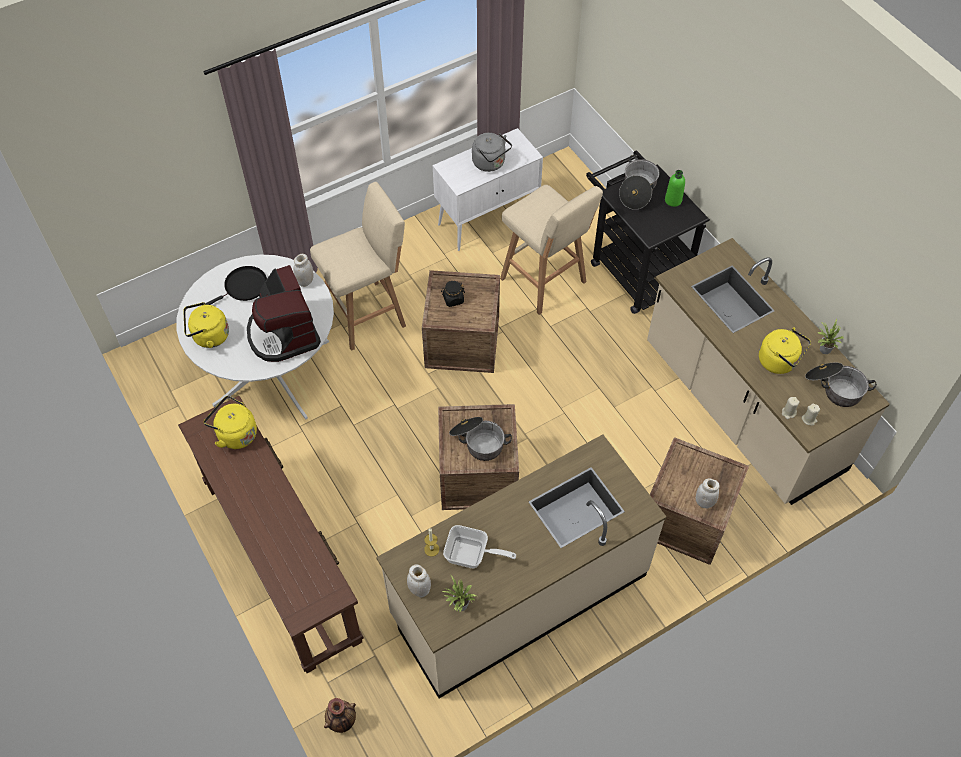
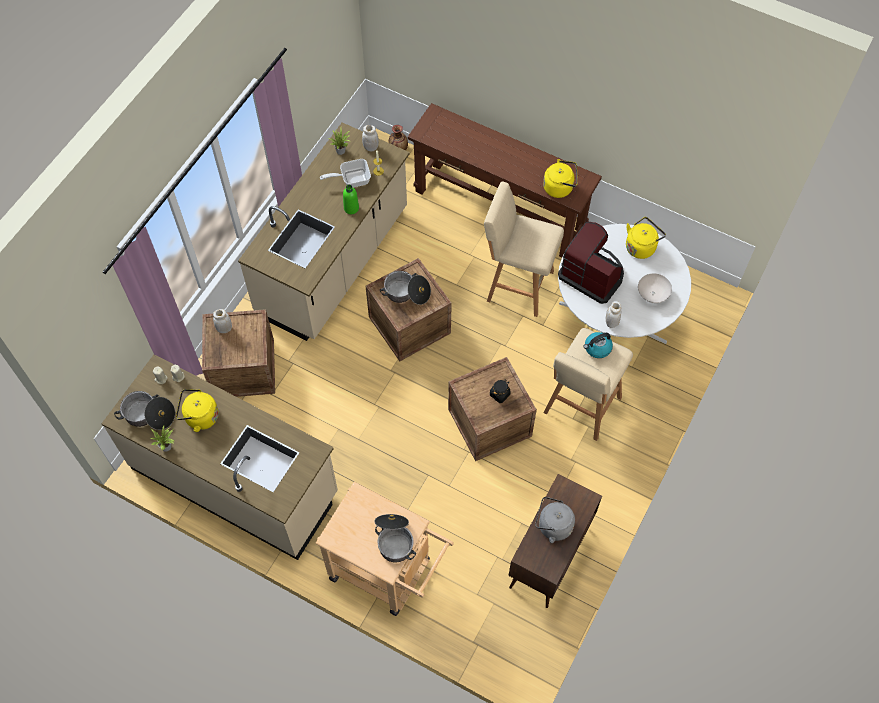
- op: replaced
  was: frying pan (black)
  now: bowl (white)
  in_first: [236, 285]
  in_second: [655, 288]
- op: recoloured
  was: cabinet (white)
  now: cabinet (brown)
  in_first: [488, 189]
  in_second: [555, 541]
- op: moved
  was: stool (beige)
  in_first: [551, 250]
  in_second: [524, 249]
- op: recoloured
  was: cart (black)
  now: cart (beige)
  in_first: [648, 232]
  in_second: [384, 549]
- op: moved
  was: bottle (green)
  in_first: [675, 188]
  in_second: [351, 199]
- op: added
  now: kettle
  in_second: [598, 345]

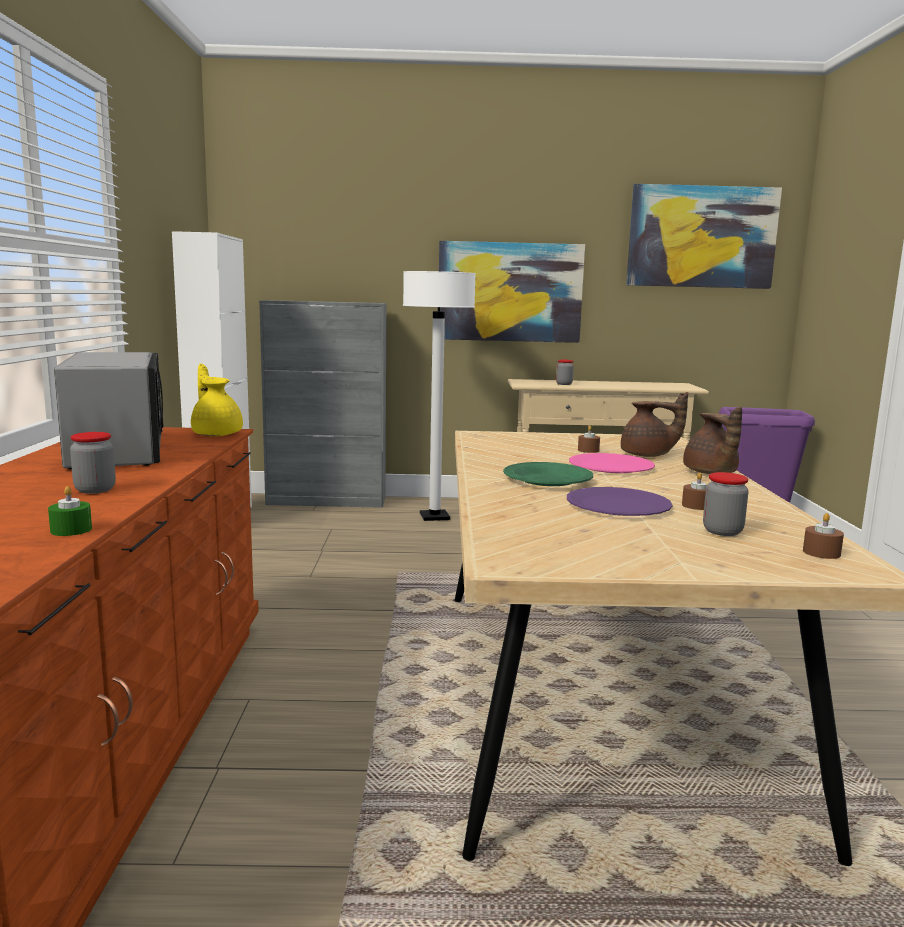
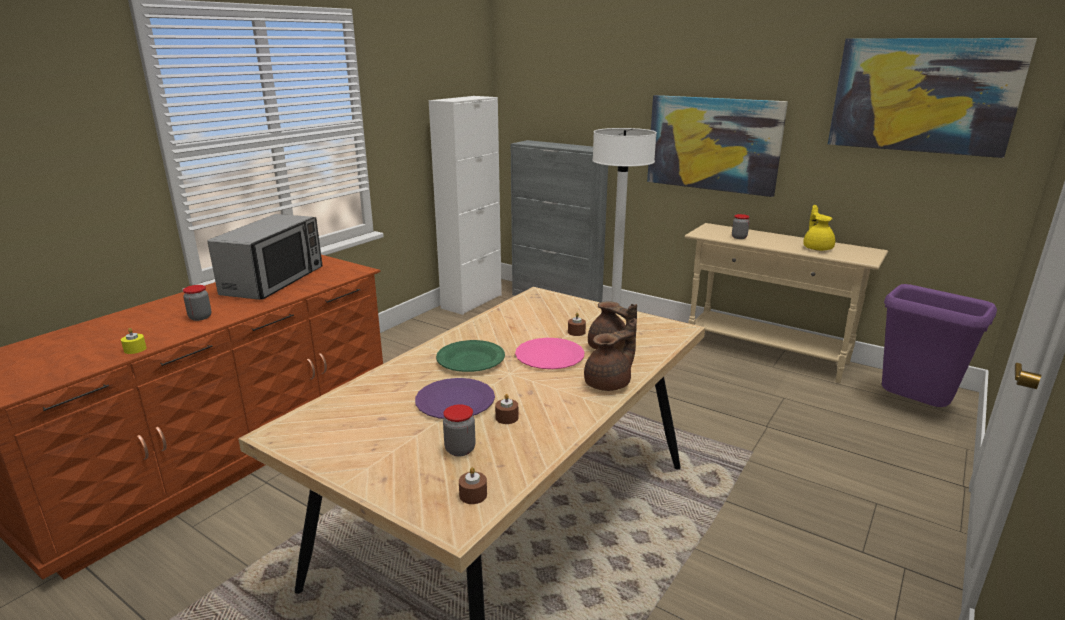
- op: recoloured
  was: candle (green)
  now: candle (yellow)
  in_first: [70, 511]
  in_second: [134, 341]
- op: moved
  was: teapot (yellow)
  in_first: [217, 400]
  in_second: [819, 228]
- op: turned
  was: teapot (brown)
  in_first: [712, 440]
  in_second: [610, 354]
  clockwise: -150

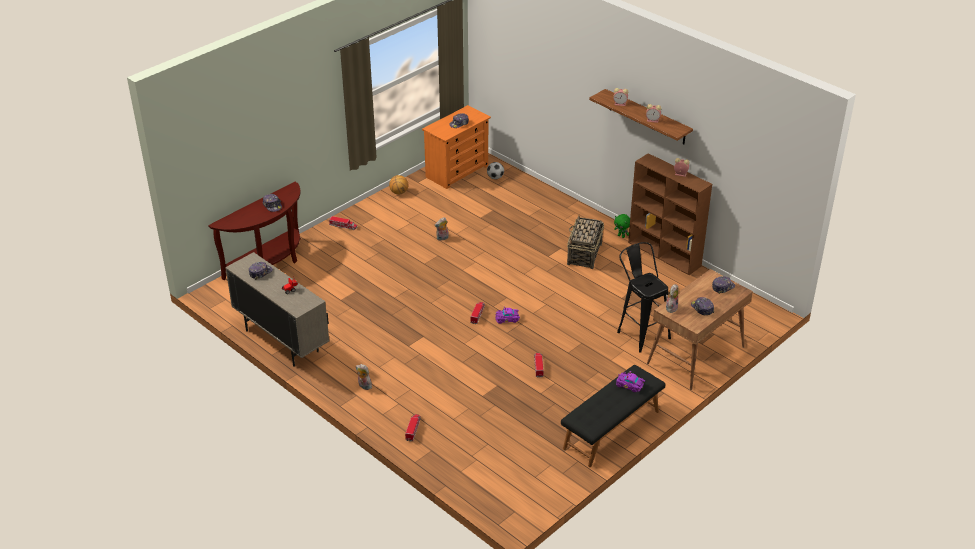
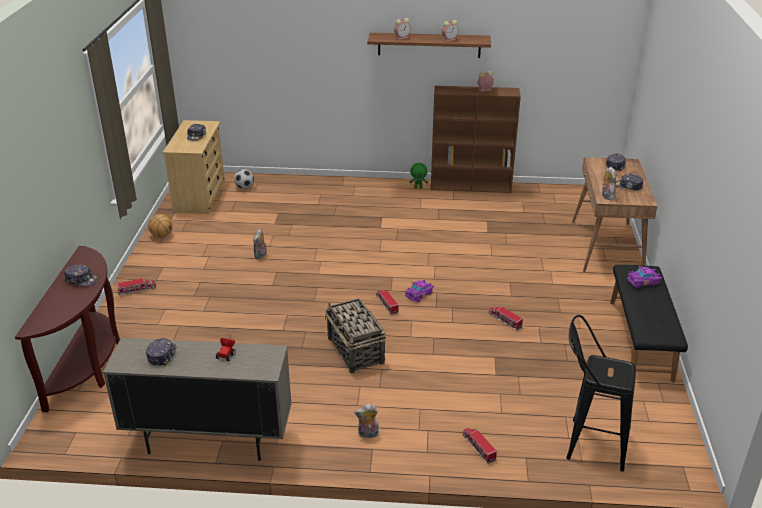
- op: recoloured
  was: dresser (orange)
  now: dresser (beige)
  in_first: [456, 147]
  in_second: [193, 167]
- op: moved
  was: basket
  in_first: [585, 242]
  in_second: [355, 336]
- op: moved
  was: stool (black)
  in_first: [644, 297]
  in_second: [601, 393]

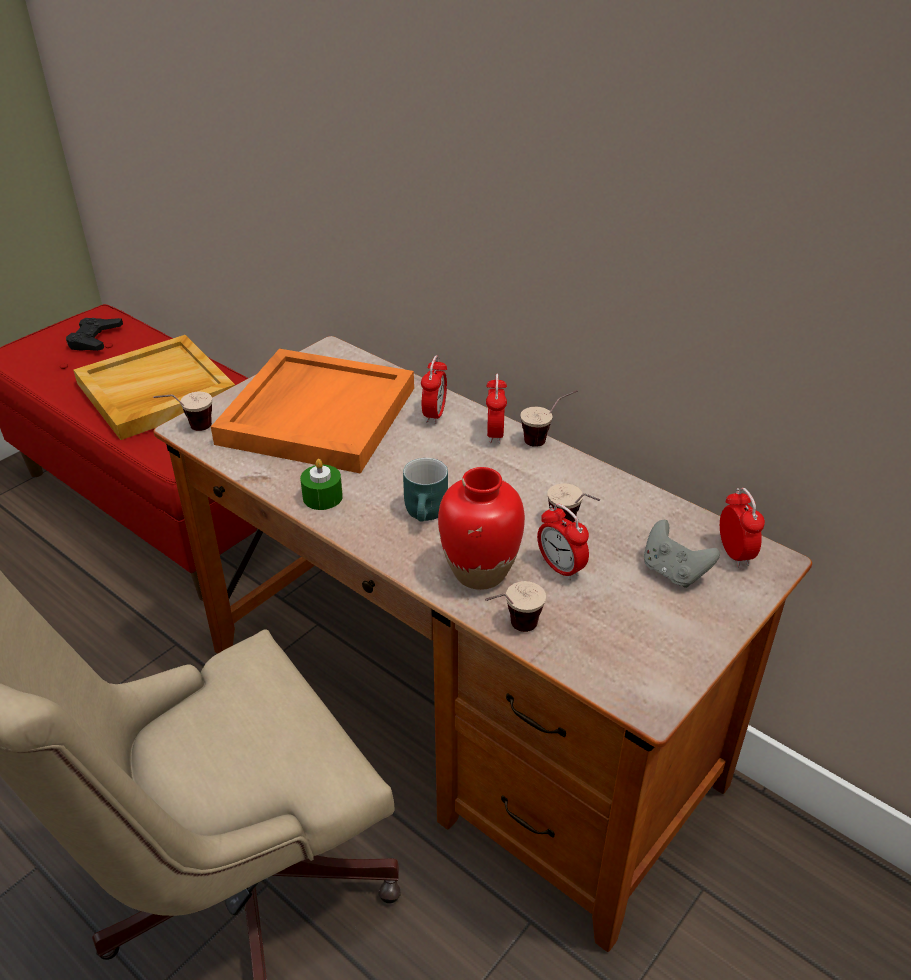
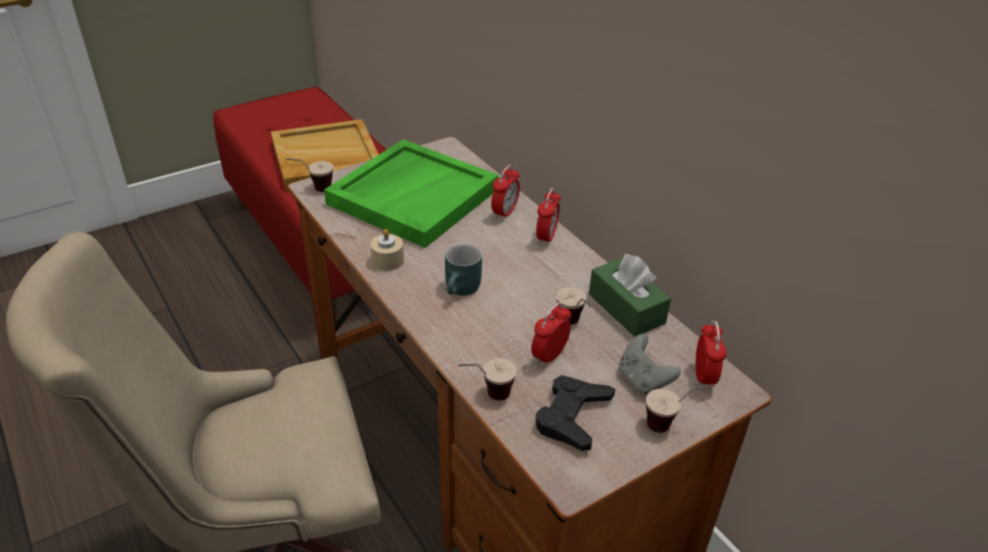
- op: moved
  was: game controller (black)
  in_first: [94, 334]
  in_second: [575, 413]
- op: recoloured
  was: tray (orange)
  now: tray (green)
  in_first: [312, 411]
  in_second: [411, 193]
- op: recoloured
  was: candle (green)
  now: candle (beige)
  in_first: [321, 484]
  in_second: [387, 250]
- op: removed
  was: vase (red)
  in_first: [481, 528]
- op: moved
  was: cup
  in_first: [549, 418]
  in_second: [680, 409]
- op: turned
  was: alarm clock
  in_first: [563, 542]
  in_second: [551, 334]
  clockwise: 60
- op: added
  now: tissue box (green)
  in_second: [630, 295]

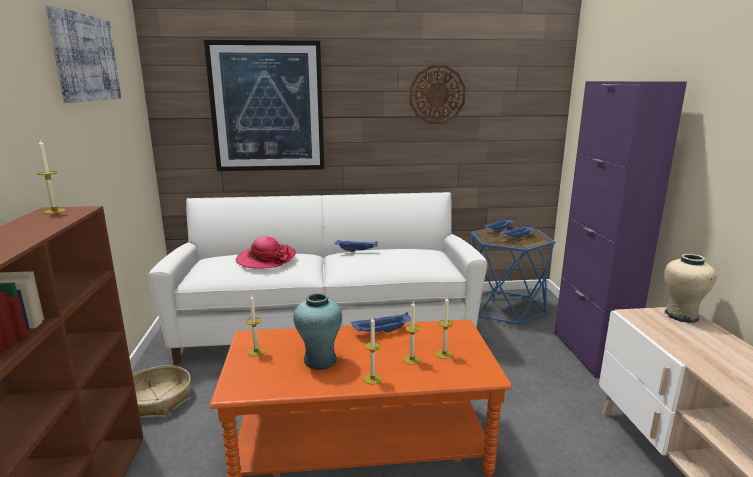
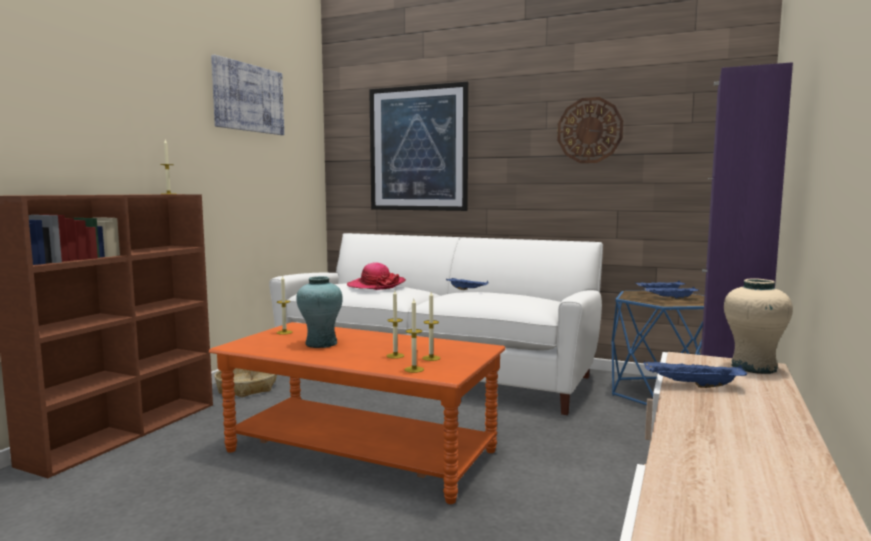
- op: moved
  was: tray (blue)
  in_first: [381, 323]
  in_second: [695, 374]
- op: moved
  was: candle
  in_first: [373, 350]
  in_second: [414, 336]

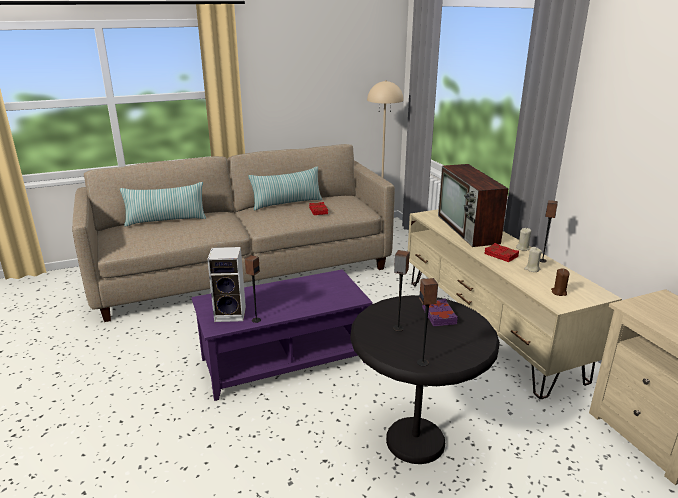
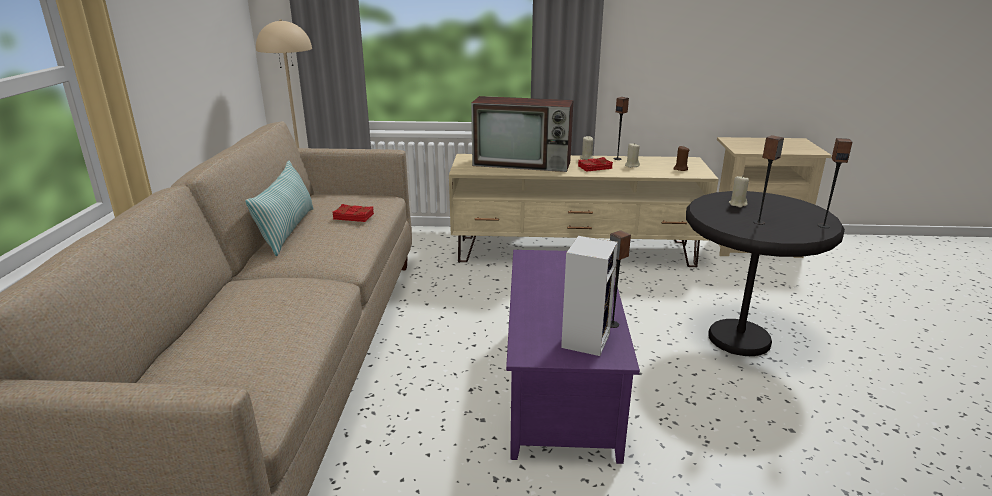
- op: removed
  was: pillow
  in_first: [163, 204]
- op: replaced
  was: book (purple)
  now: candle (beige)
  in_first: [440, 312]
  in_second: [739, 192]

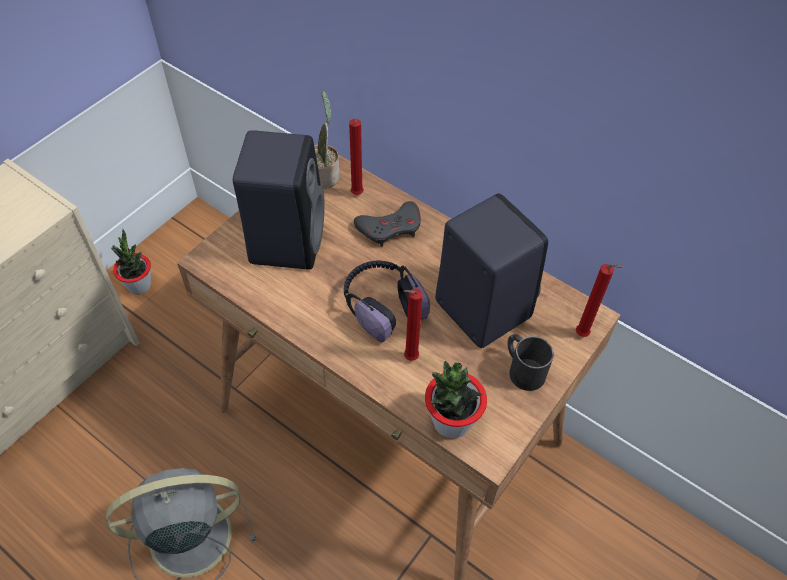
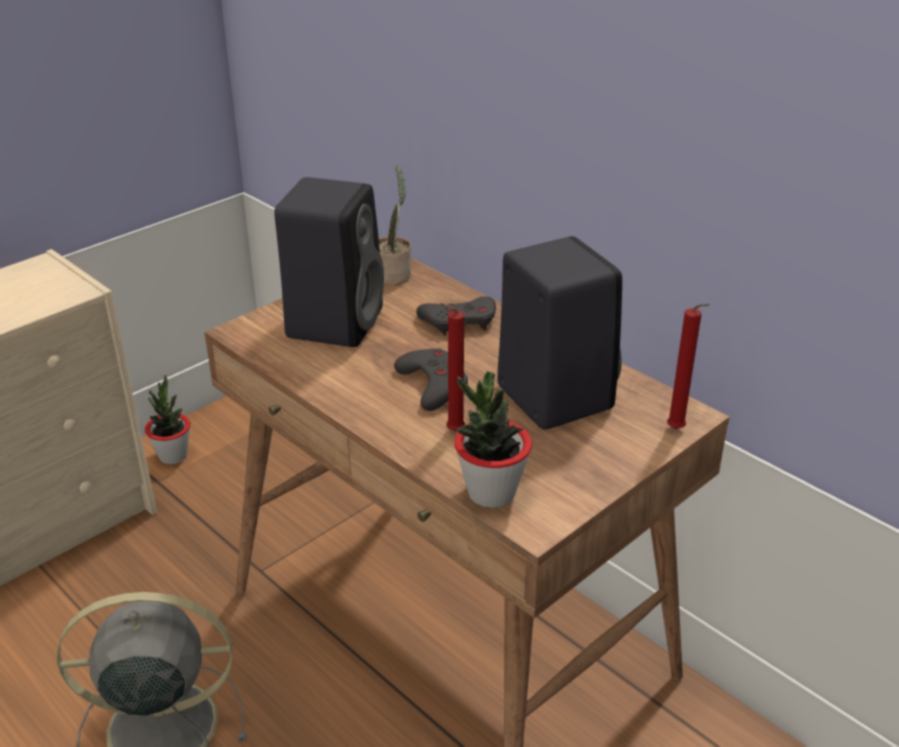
- op: replaced
  was: headphones
  now: game controller (grey)
  in_first: [387, 302]
  in_second: [431, 379]
- op: removed
  was: candle (red)
  in_first: [356, 157]
- op: removed
  was: mug (black)
  in_first: [530, 362]

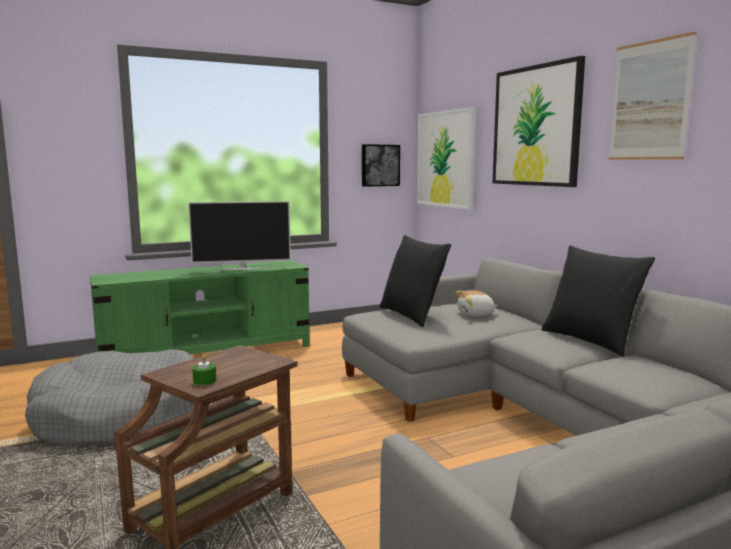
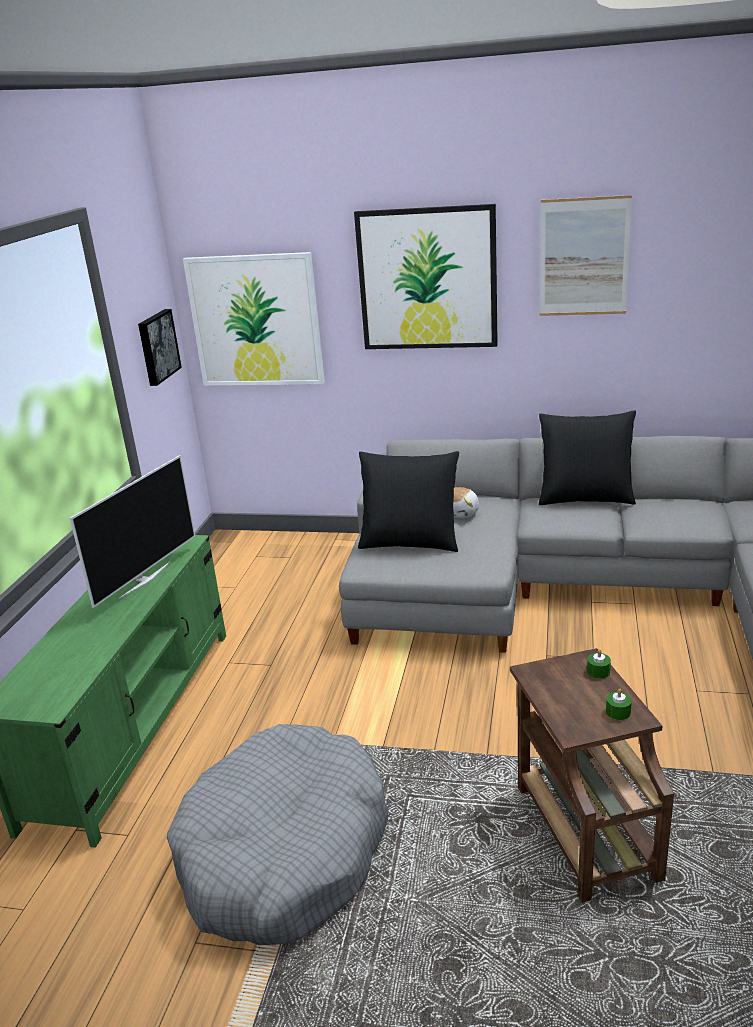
- op: added
  now: candle (green)
  in_second: [599, 664]

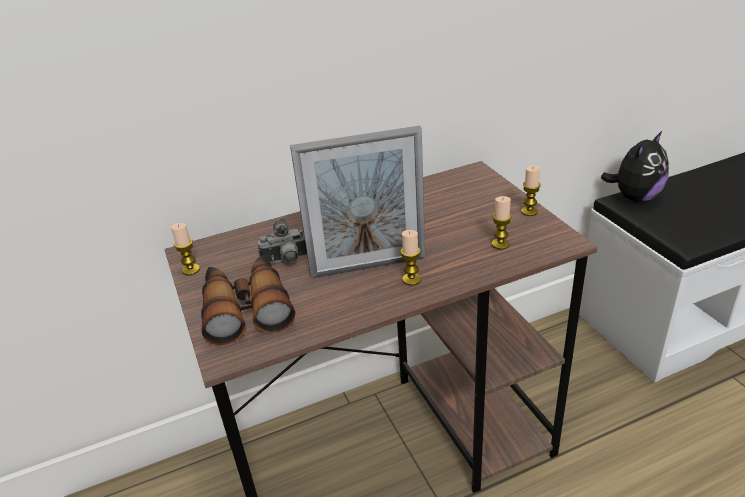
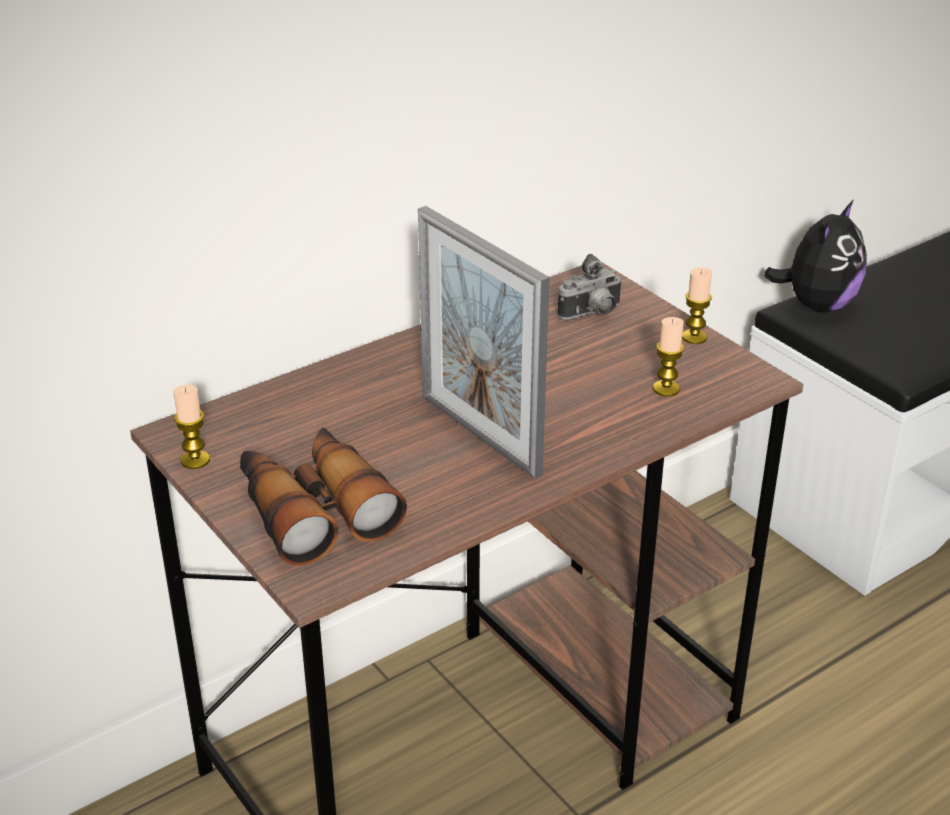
- op: moved
  was: photo camera
  in_first: [282, 240]
  in_second: [590, 287]
- op: turned
  was: picture frame
  in_first: [357, 202]
  in_second: [484, 342]
  clockwise: 75
- op: removed
  was: candle
  in_first: [411, 257]

